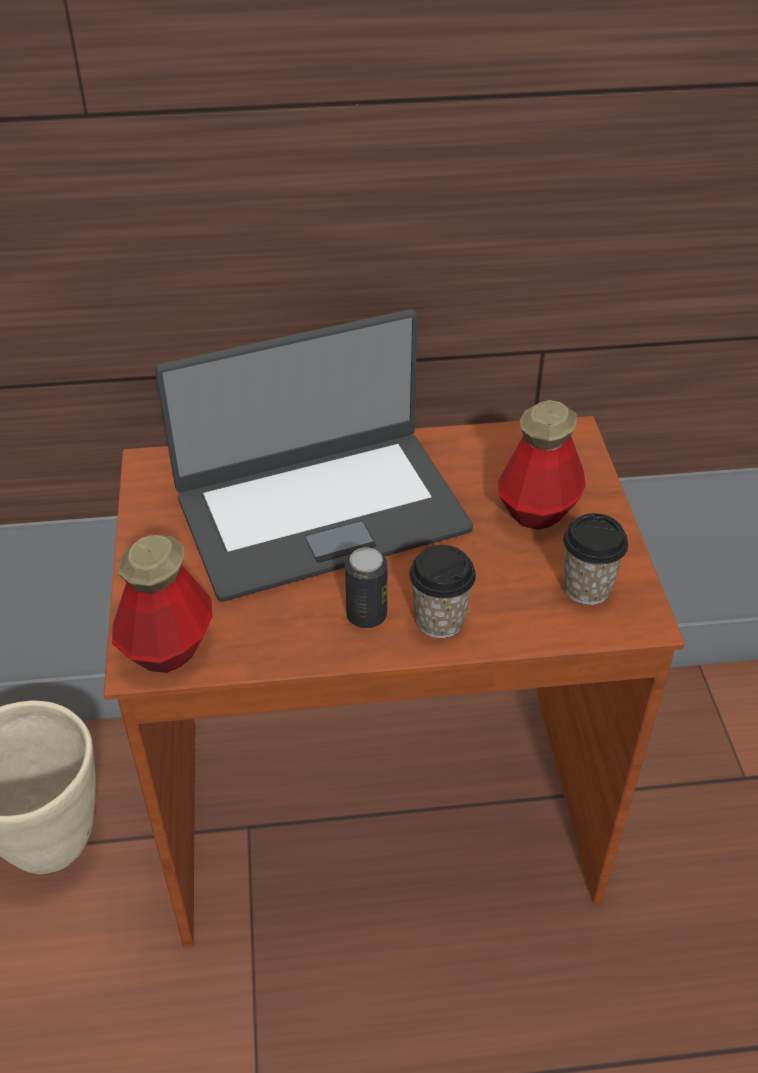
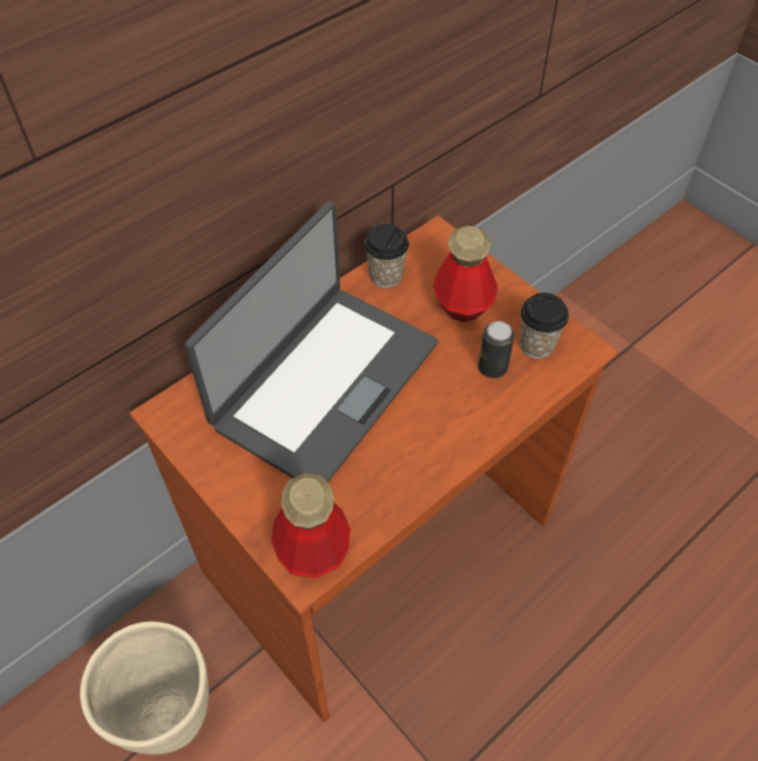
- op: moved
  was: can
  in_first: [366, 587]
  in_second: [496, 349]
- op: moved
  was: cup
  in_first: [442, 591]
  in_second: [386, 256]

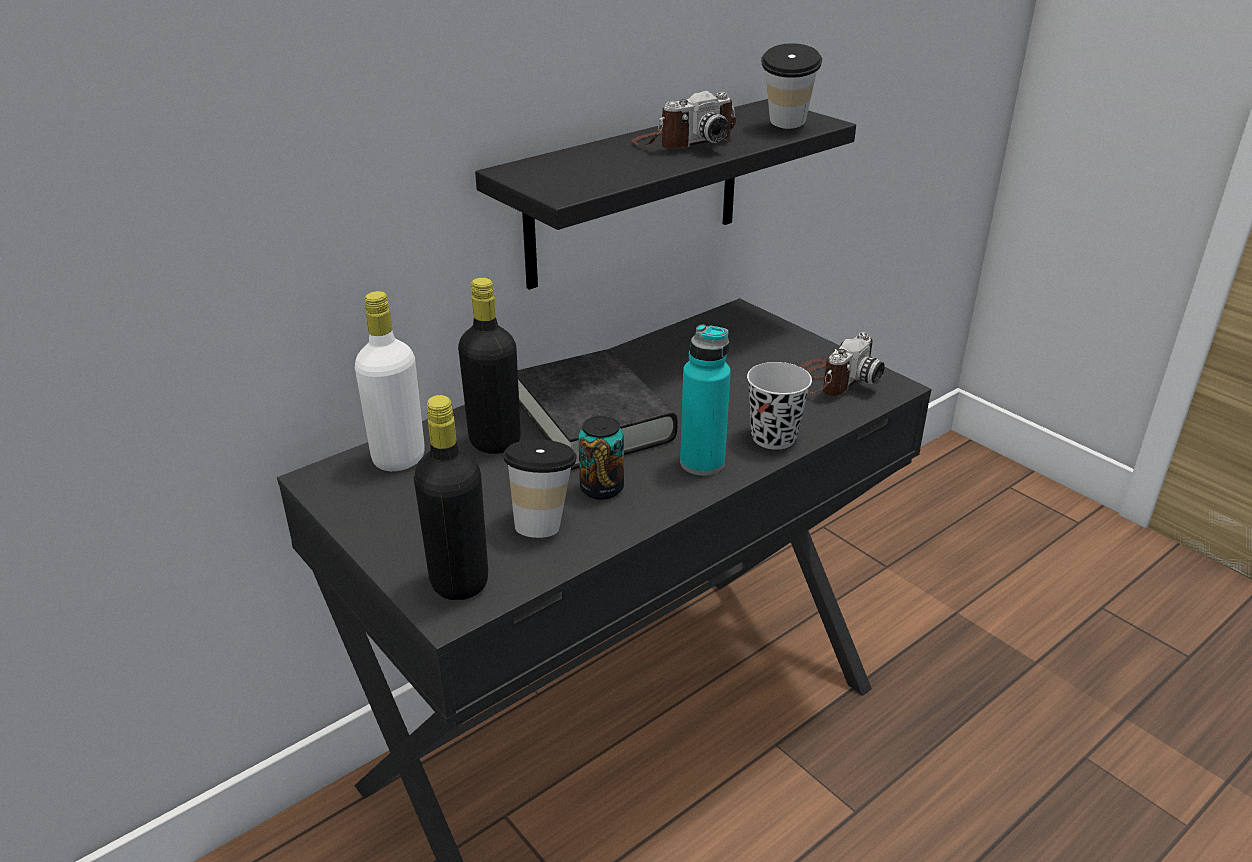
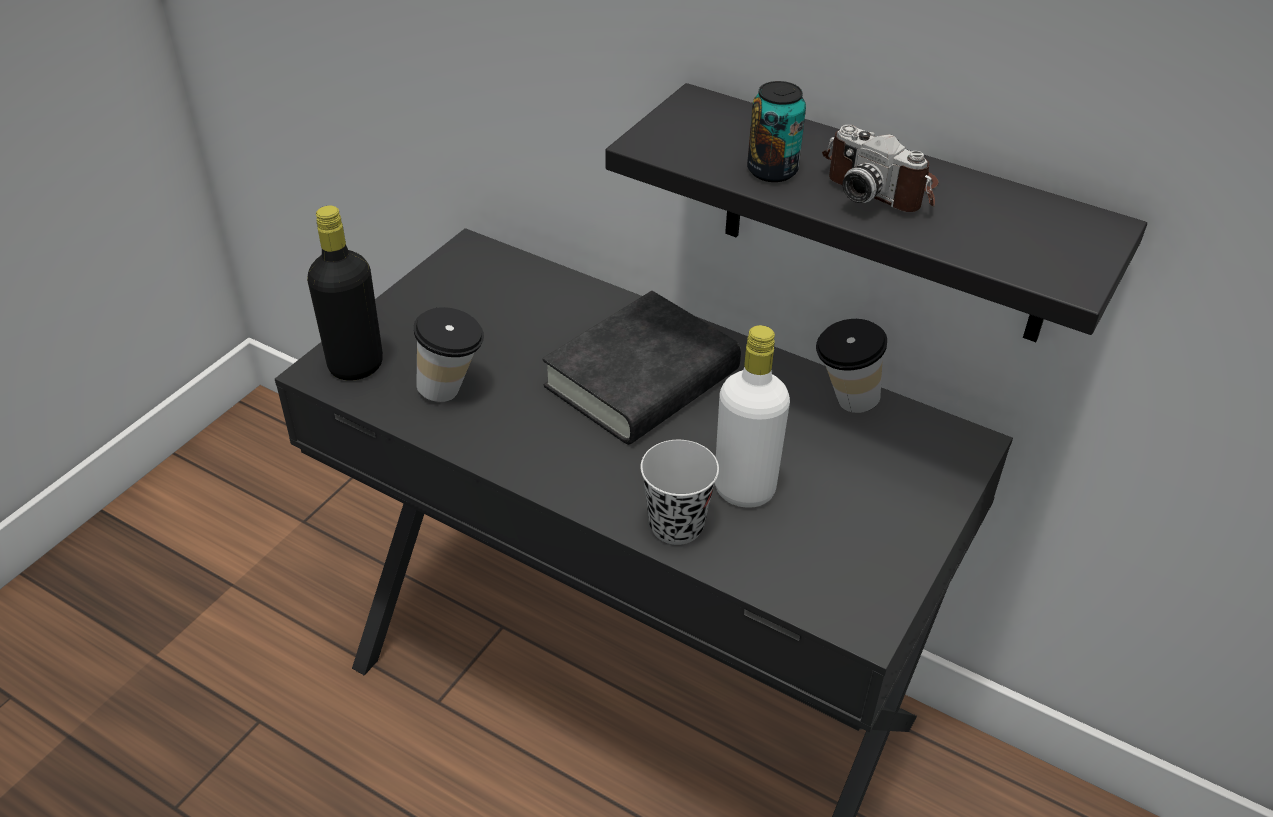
- op: moved
  was: bottle (white)
  in_first: [390, 381]
  in_second: [752, 416]
- op: removed
  was: bottle (black)
  in_first: [489, 366]
- op: moved
  was: can
  in_first: [601, 458]
  in_second: [776, 131]
- op: removed
  was: bottle (turquoise)
  in_first: [705, 400]
- op: moved
  was: cup
  in_first: [791, 86]
  in_second: [851, 366]
- op: removed
  was: photo camera
  in_first: [842, 364]

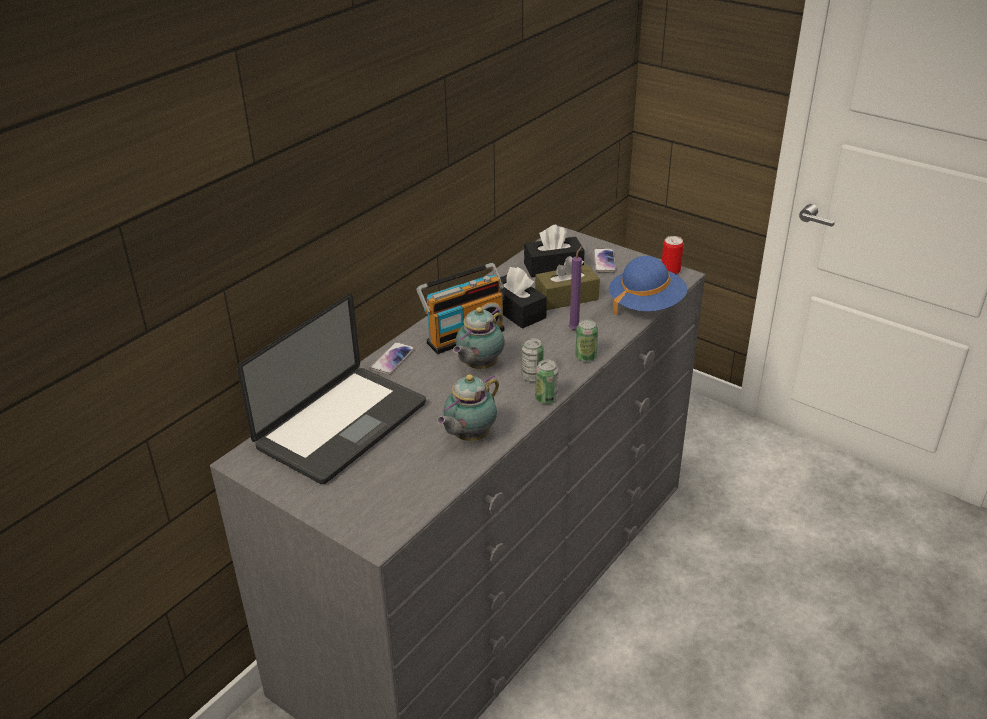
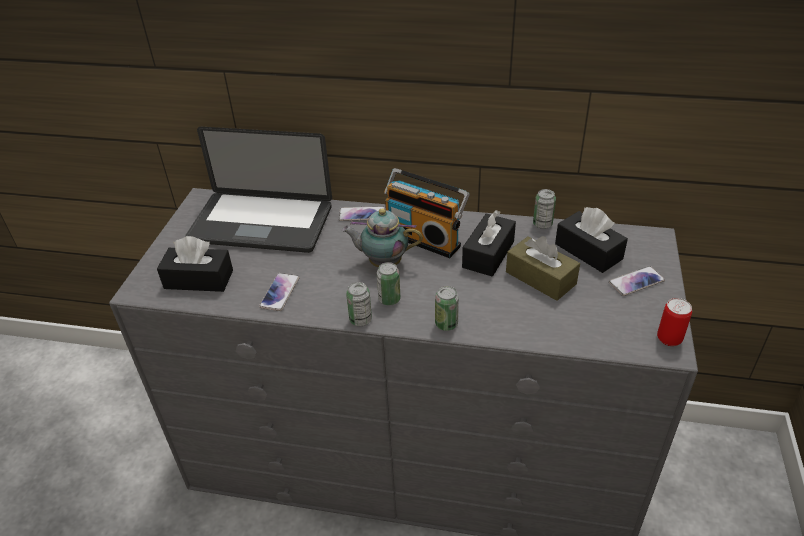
- op: replaced
  was: teapot
  now: phone
  in_first: [468, 407]
  in_second: [279, 292]
- op: removed
  was: candle (purple)
  in_first: [575, 288]
- op: removed
  was: hat (blue)
  in_first: [648, 285]
- op: added
  now: tissue box (black)
  in_second: [195, 264]
- op: added
  now: can
  in_second: [544, 209]

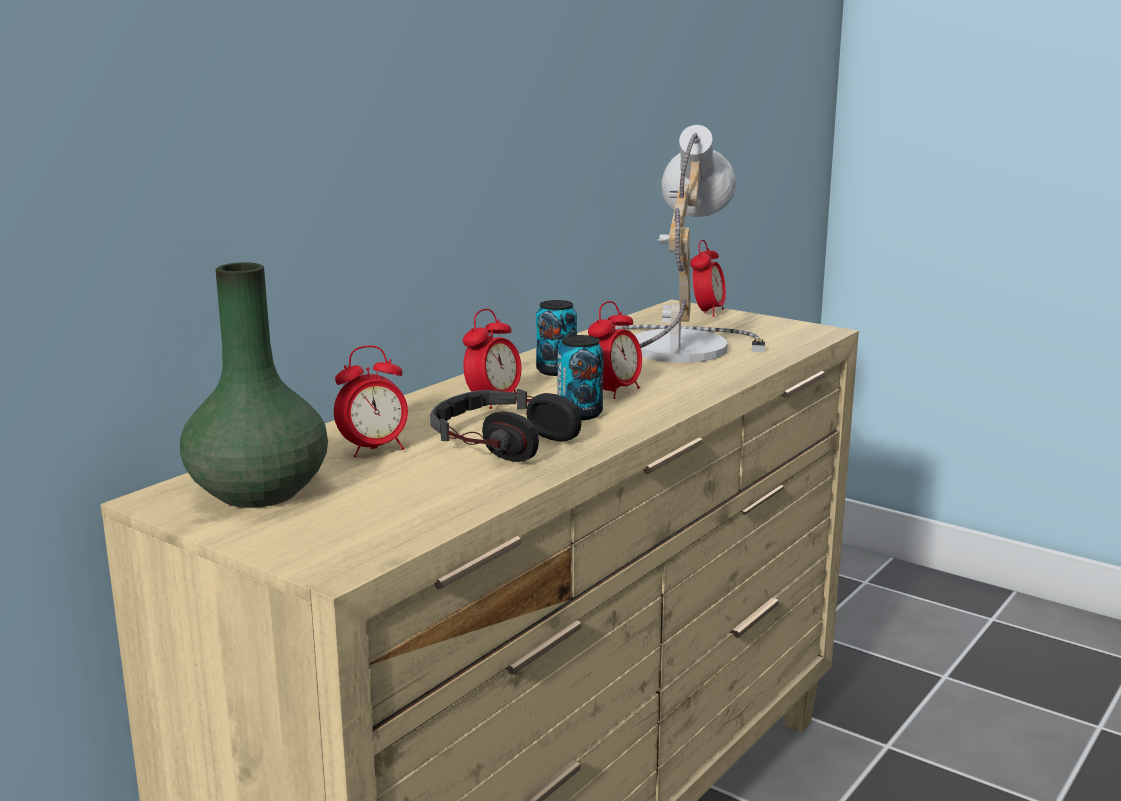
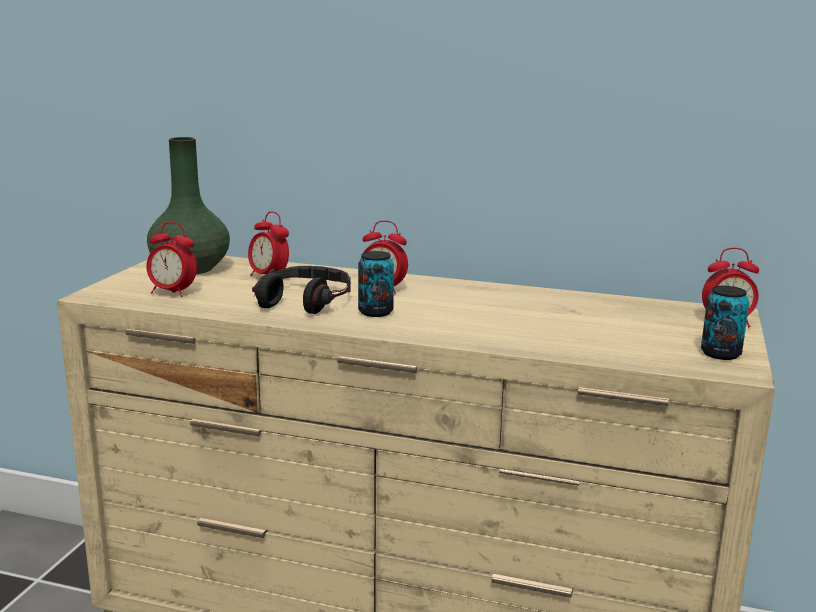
- op: moved
  was: can
  in_first: [556, 338]
  in_second: [725, 323]
- op: moved
  was: alarm clock
  in_first: [615, 350]
  in_second: [171, 259]
- op: removed
  was: table lamp
  in_first: [690, 243]

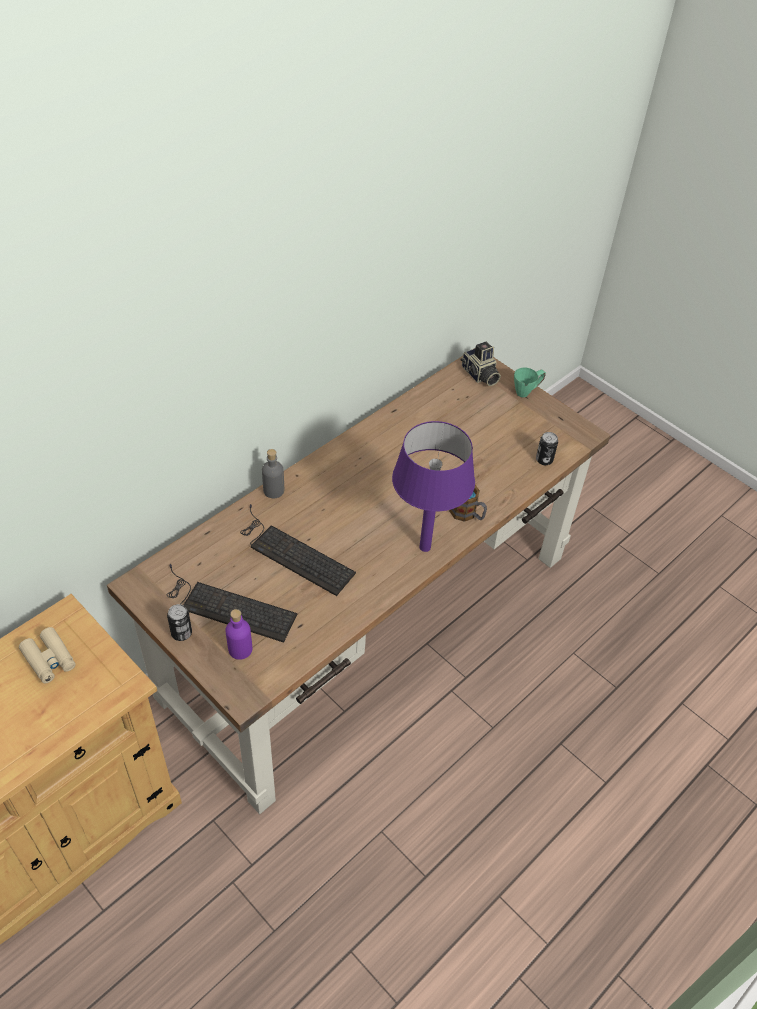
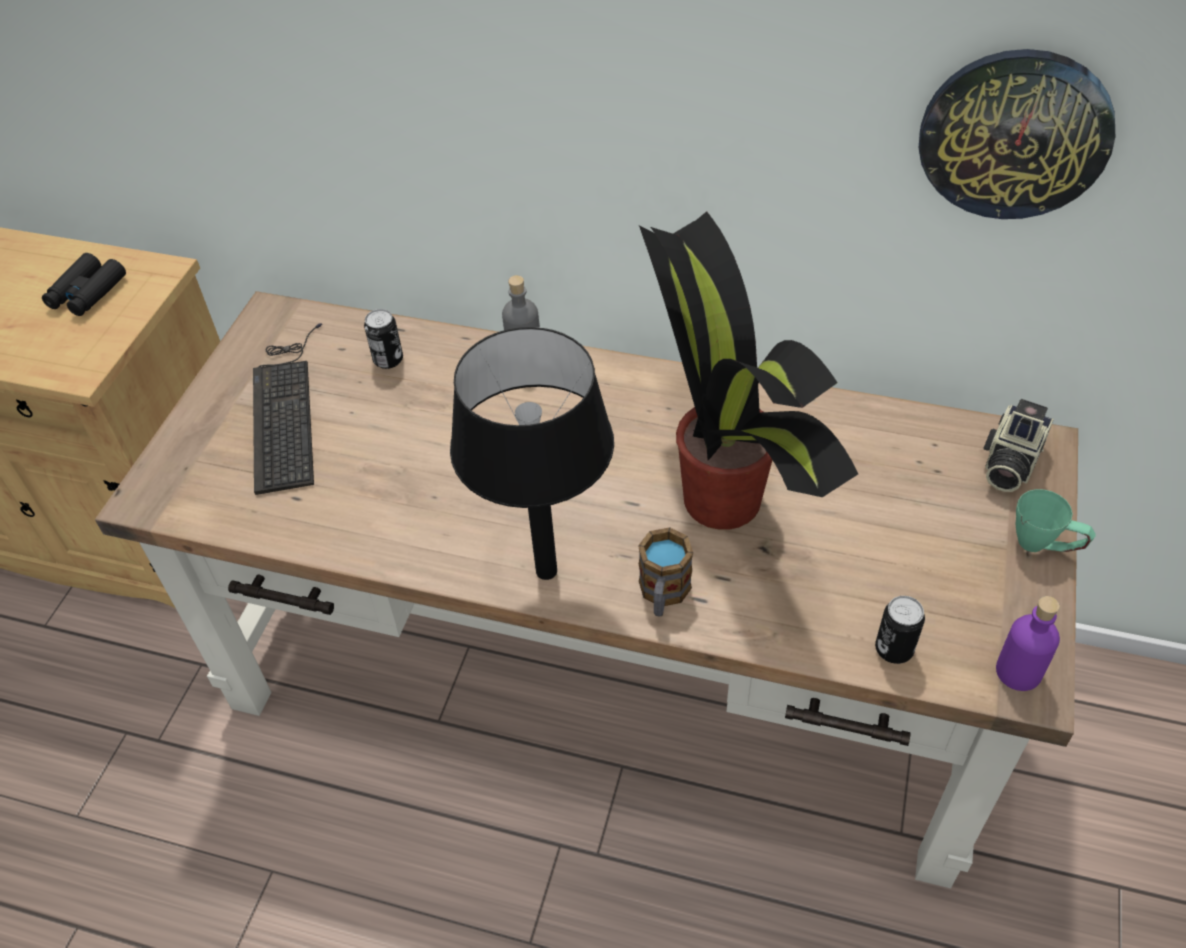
- op: recoloured
  was: binoculars (beige)
  now: binoculars (black)
  in_first: [47, 655]
  in_second: [84, 284]
- op: moved
  was: can
  in_first: [179, 622]
  in_second: [383, 339]
- op: moved
  was: bottle (purple)
  in_first: [238, 634]
  in_second: [1028, 643]
- op: removed
  was: keyboard
  in_first: [298, 550]
- op: recoloured
  was: table lamp (purple)
  now: table lamp (black)
  in_first: [433, 486]
  in_second: [532, 453]
- op: added
  now: potted plant
  in_second: [748, 370]
- op: added
  now: wall clock
  in_second: [1017, 134]

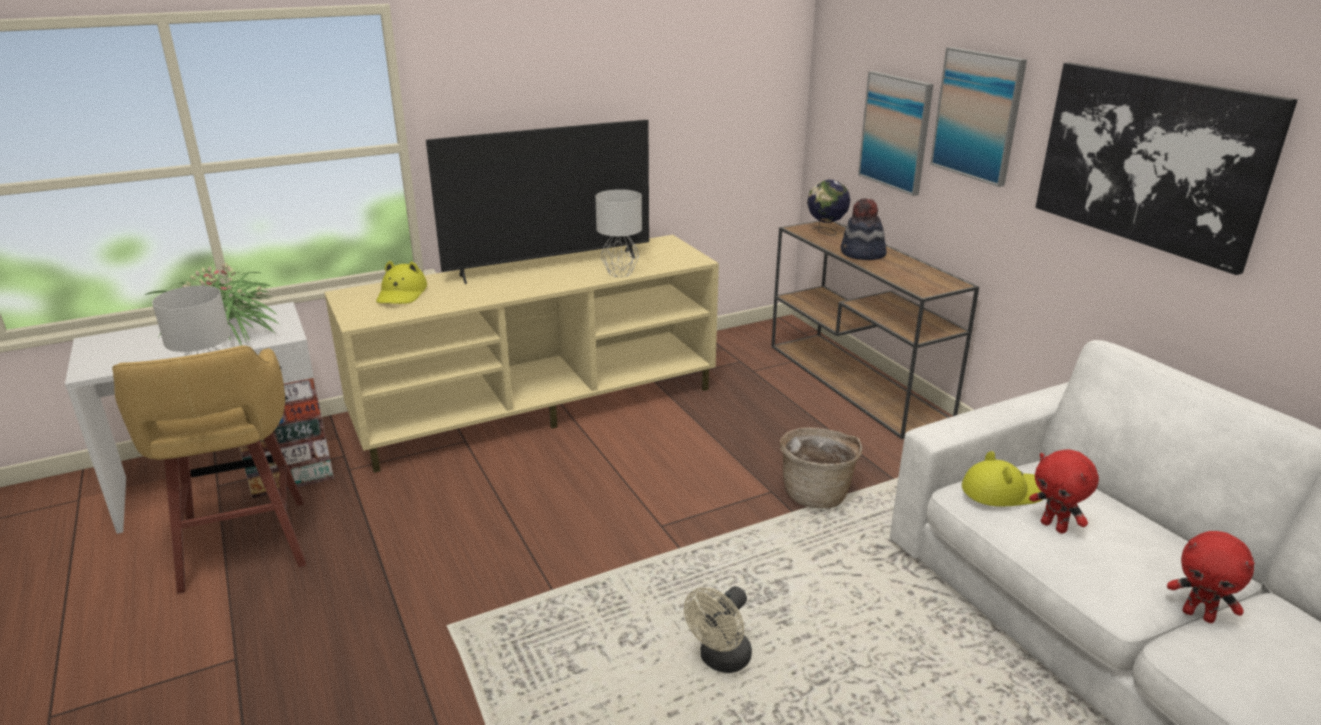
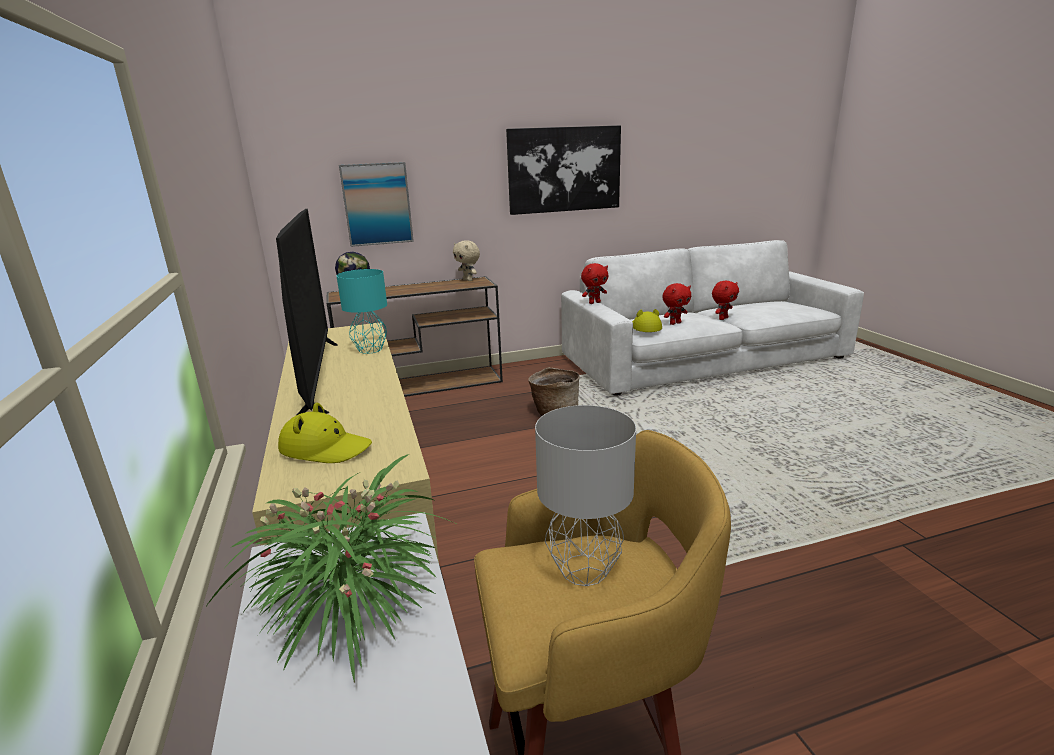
- op: recoloured
  was: table lamp (grey)
  now: table lamp (turquoise)
  in_first: [618, 233]
  in_second: [361, 311]
- op: removed
  was: fan (beige)
  in_first: [718, 629]
- op: removed
  was: hat
  in_first: [864, 229]
- op: removed
  was: picture
  in_first: [978, 117]
- op: added
  now: plush toy (beige)
  in_second: [466, 260]
- op: added
  now: plush toy (red)
  in_second: [594, 283]

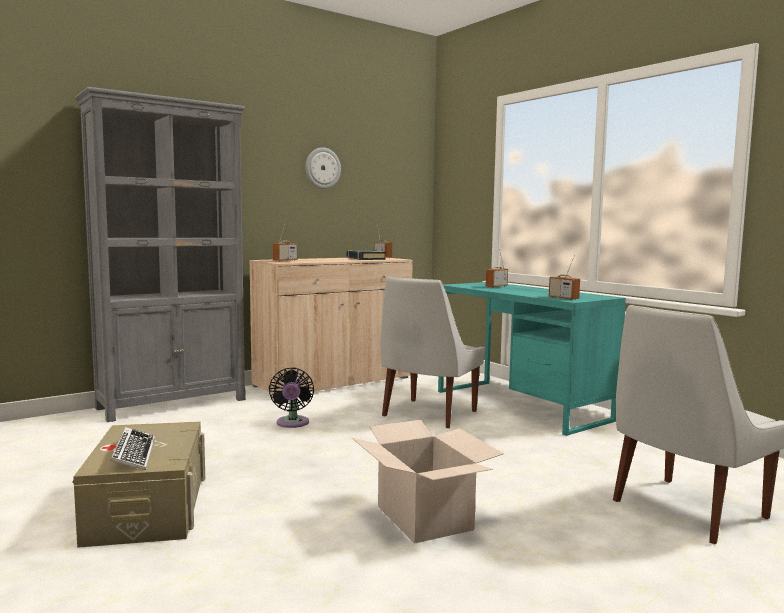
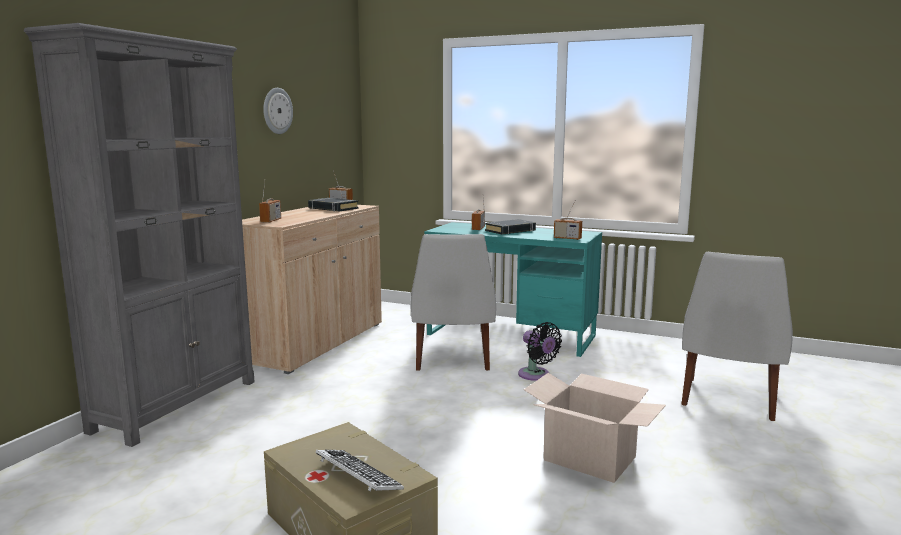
- op: moved
  was: fan (black)
  in_first: [291, 397]
  in_second: [540, 351]
- op: added
  now: book (black)
  in_second: [510, 226]

